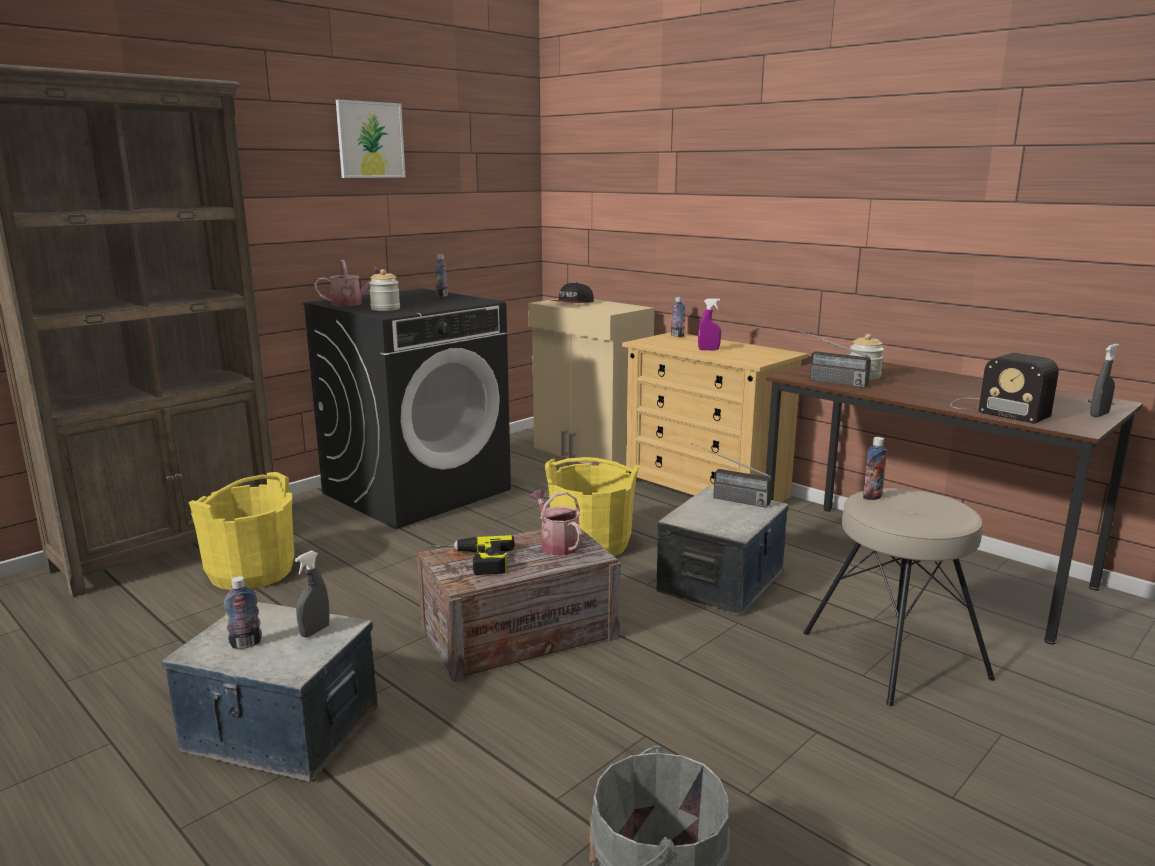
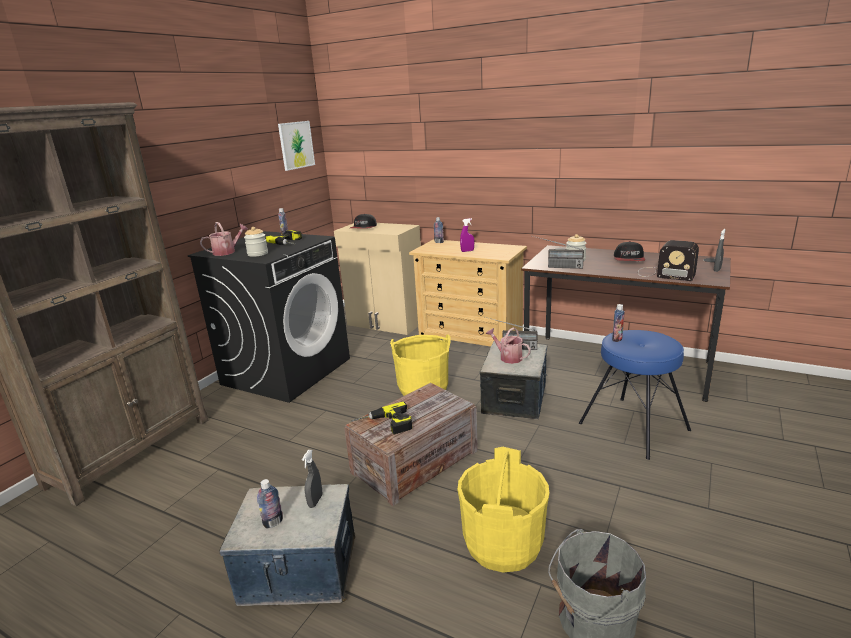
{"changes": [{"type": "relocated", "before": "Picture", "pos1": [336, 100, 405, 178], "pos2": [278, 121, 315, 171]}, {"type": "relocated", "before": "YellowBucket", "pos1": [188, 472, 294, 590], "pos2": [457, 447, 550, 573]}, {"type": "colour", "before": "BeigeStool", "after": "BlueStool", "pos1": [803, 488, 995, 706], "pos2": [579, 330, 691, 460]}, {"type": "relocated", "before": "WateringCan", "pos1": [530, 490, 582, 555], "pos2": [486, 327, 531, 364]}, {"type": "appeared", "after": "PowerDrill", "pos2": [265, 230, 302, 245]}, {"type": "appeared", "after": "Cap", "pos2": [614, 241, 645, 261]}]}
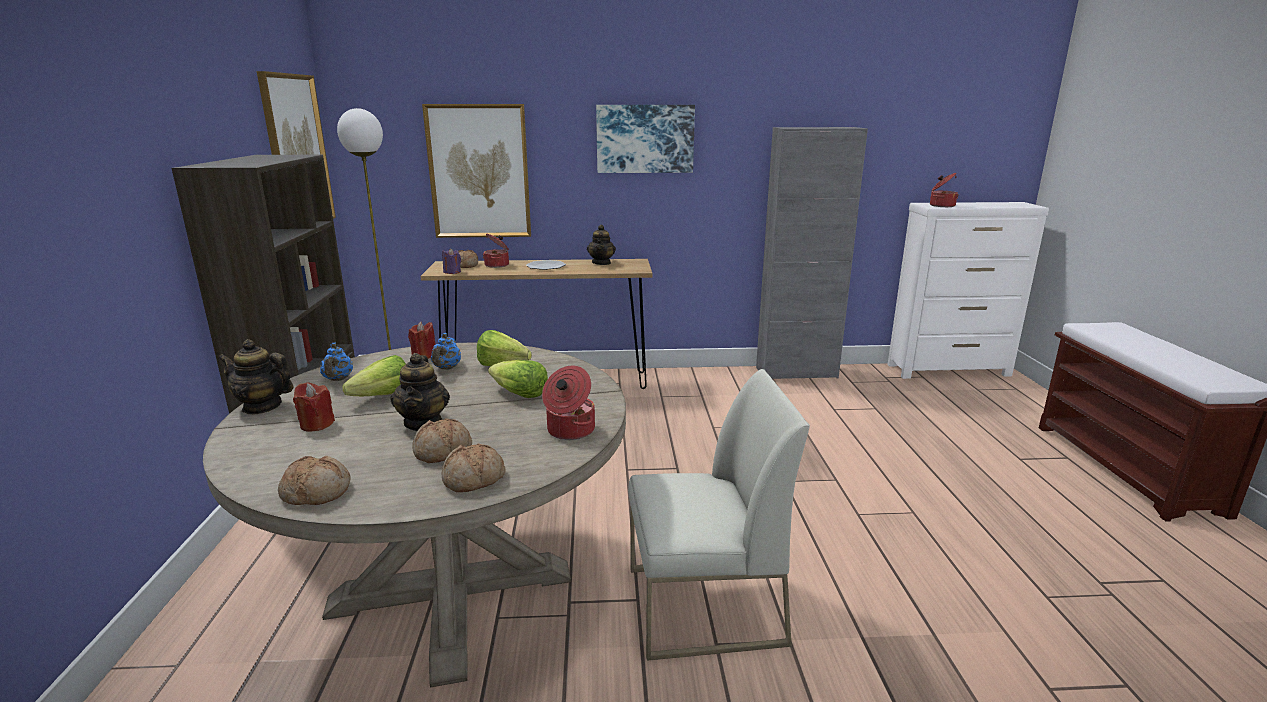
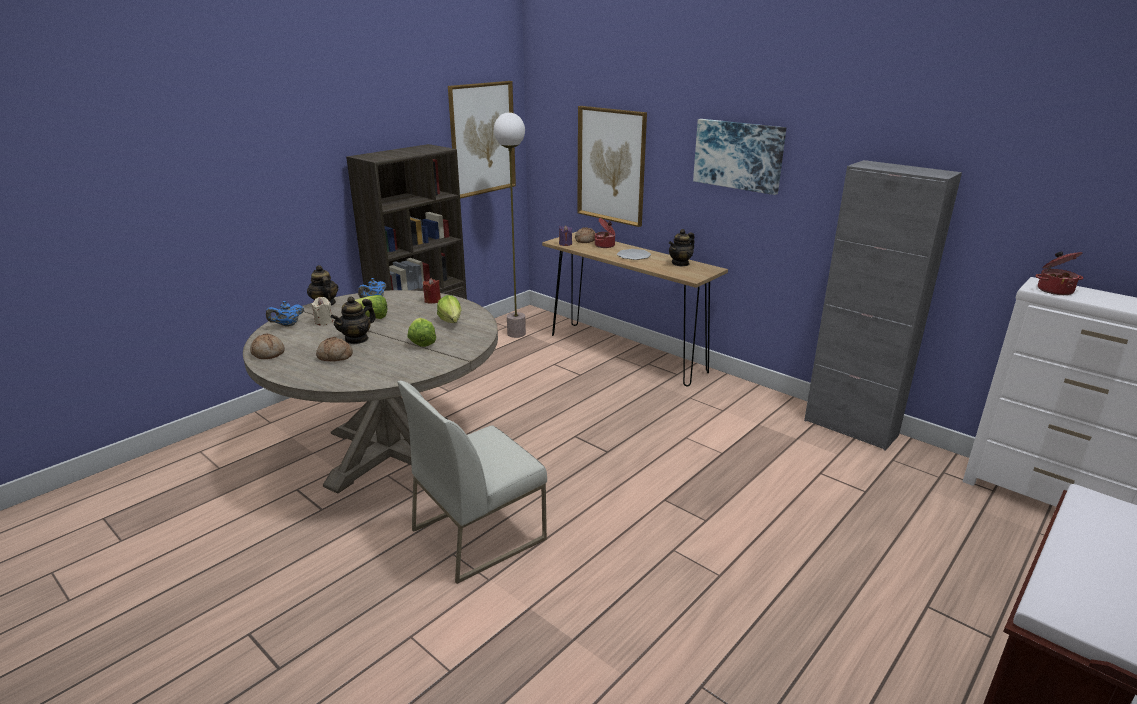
{"changes": [{"type": "relocated", "before": "BlueTeapot", "pos1": [431, 333, 461, 370], "pos2": [266, 301, 304, 327]}, {"type": "missing", "before": "CookingPot", "pos1": [542, 366, 595, 440]}, {"type": "spun", "before": "WhiteChair", "pos1": [628, 369, 810, 661], "pos2": [397, 381, 547, 584], "turn": 105}, {"type": "colour", "before": "RedCandle", "after": "BeigeCandle", "pos1": [293, 382, 335, 432], "pos2": [311, 297, 333, 325]}, {"type": "missing", "before": "Bread", "pos1": [442, 443, 505, 492]}]}
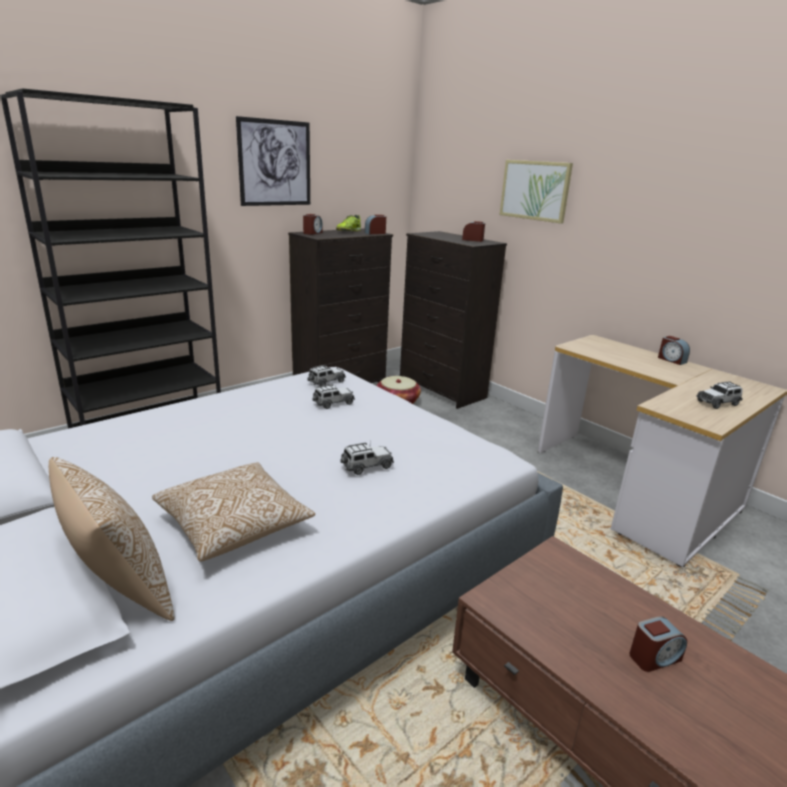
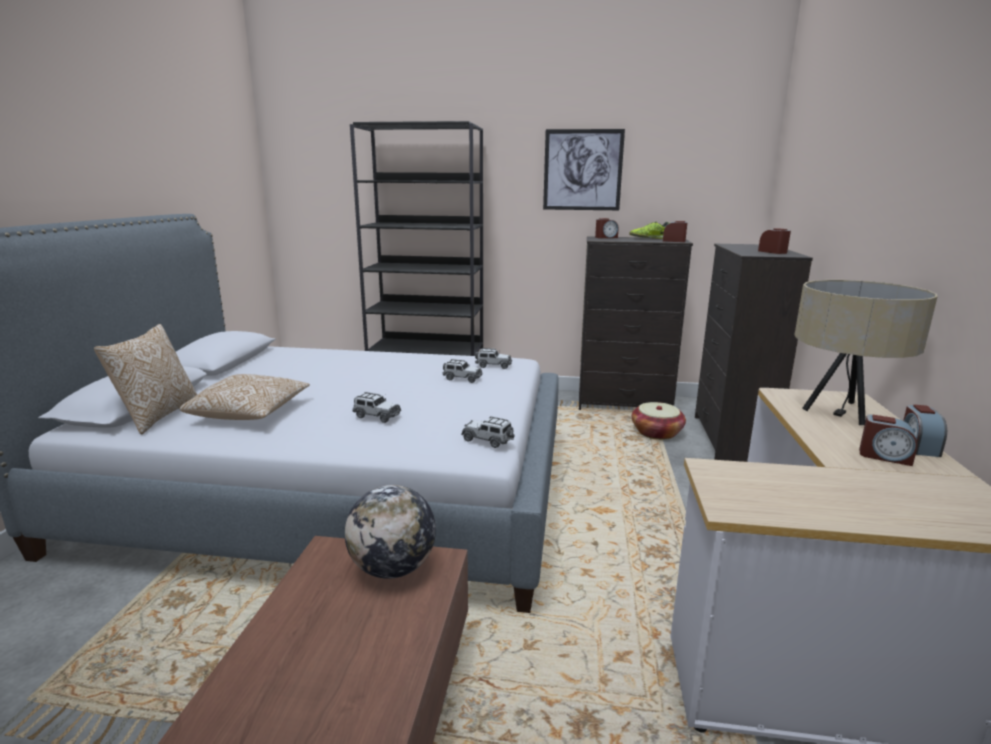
{"changes": [{"type": "missing", "before": "Picture", "pos1": [500, 160, 573, 223]}, {"type": "relocated", "before": "ToyCar", "pos1": [696, 381, 743, 409], "pos2": [461, 416, 515, 448]}, {"type": "relocated", "before": "AlarmClock", "pos1": [629, 616, 687, 672], "pos2": [859, 414, 918, 466]}, {"type": "appeared", "after": "BeigeTableLamp", "pos2": [794, 280, 937, 425]}, {"type": "appeared", "after": "Globe", "pos2": [345, 485, 436, 579]}]}
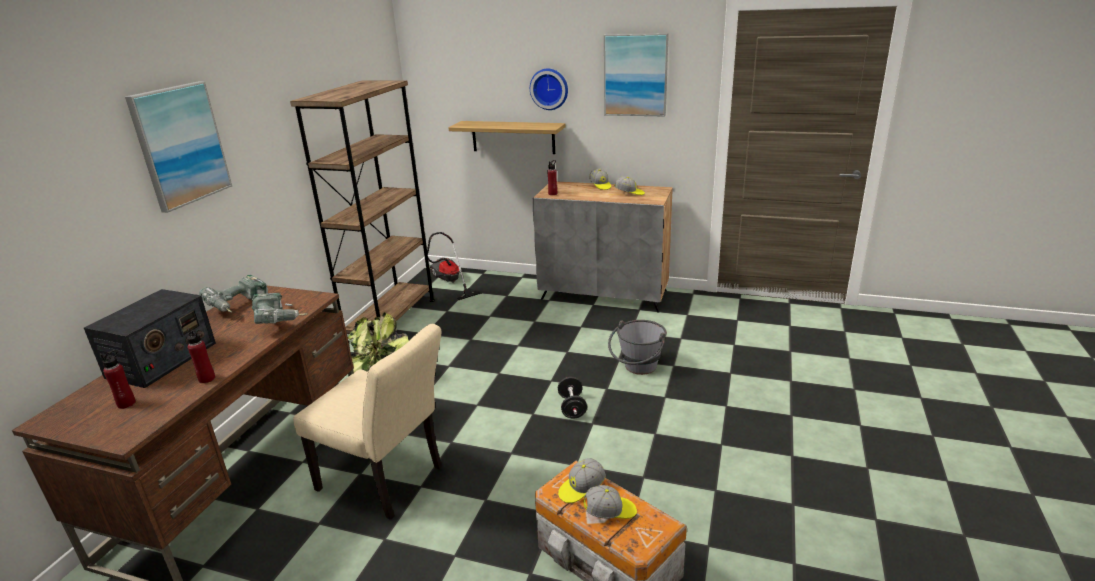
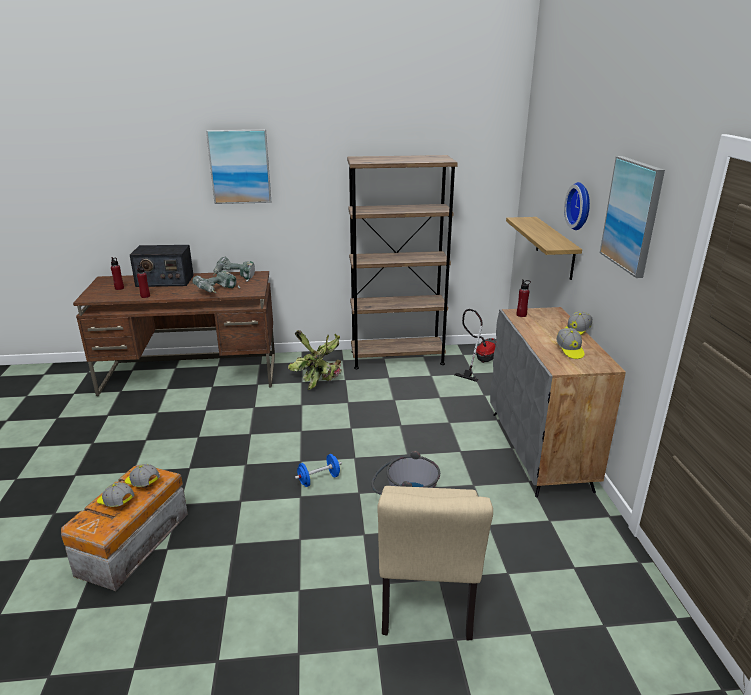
{"changes": [{"type": "relocated", "before": "BeigeChair", "pos1": [293, 324, 442, 520], "pos2": [377, 486, 493, 641]}, {"type": "colour", "before": "BlackDumbbell", "after": "BlueDumbbell", "pos1": [558, 377, 587, 419], "pos2": [295, 454, 342, 487]}, {"type": "spun", "before": "Cap", "pos1": [584, 485, 637, 519], "pos2": [97, 482, 135, 507], "turn": 150}]}
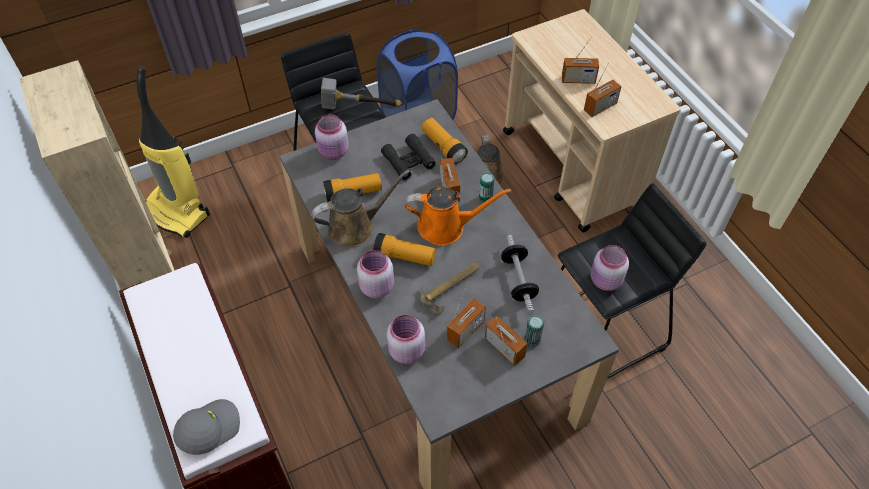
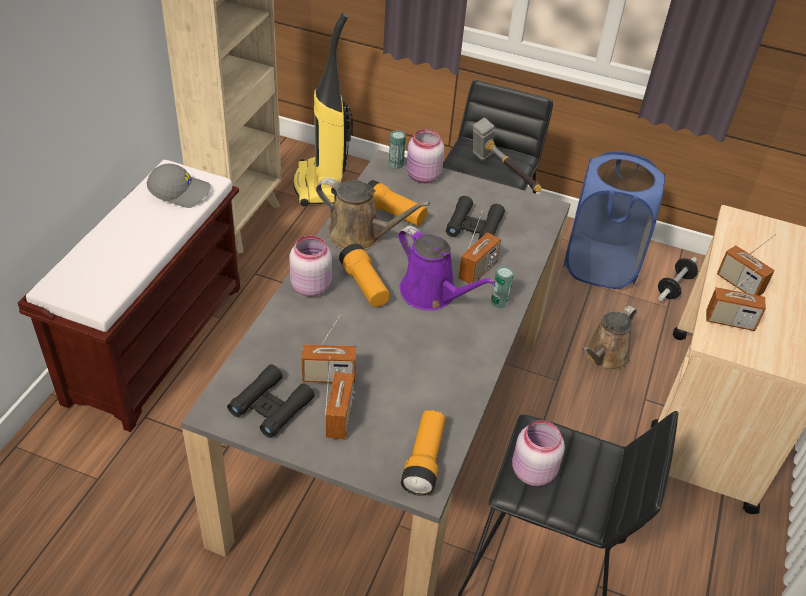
{"changes": [{"type": "relocated", "before": "Flashlight", "pos1": [422, 118, 468, 164], "pos2": [401, 410, 445, 496]}, {"type": "colour", "before": "OrangeWateringCan", "after": "PurpleWateringCan", "pos1": [405, 186, 511, 246], "pos2": [398, 226, 496, 310]}, {"type": "relocated", "before": "Dumbbell", "pos1": [501, 235, 539, 313], "pos2": [658, 257, 698, 301]}, {"type": "missing", "before": "Hammer", "pos1": [420, 262, 480, 316]}, {"type": "missing", "before": "PinkJar", "pos1": [387, 315, 425, 364]}, {"type": "relocated", "before": "Can", "pos1": [524, 315, 544, 347], "pos2": [389, 130, 406, 169]}, {"type": "relocated", "before": "GreyCap", "pos1": [173, 399, 240, 455], "pos2": [147, 164, 211, 208]}, {"type": "appeared", "after": "BlackBinoculars", "pos2": [227, 364, 315, 438]}]}
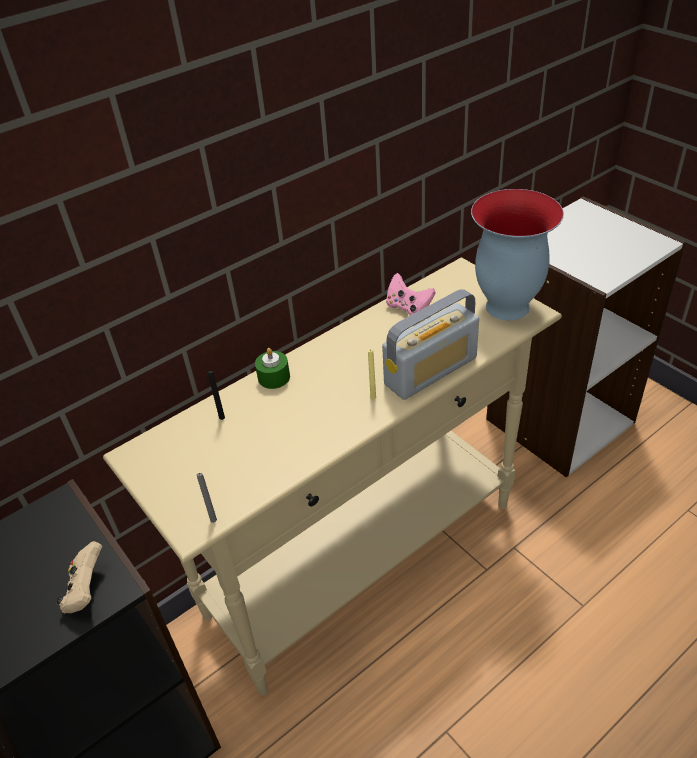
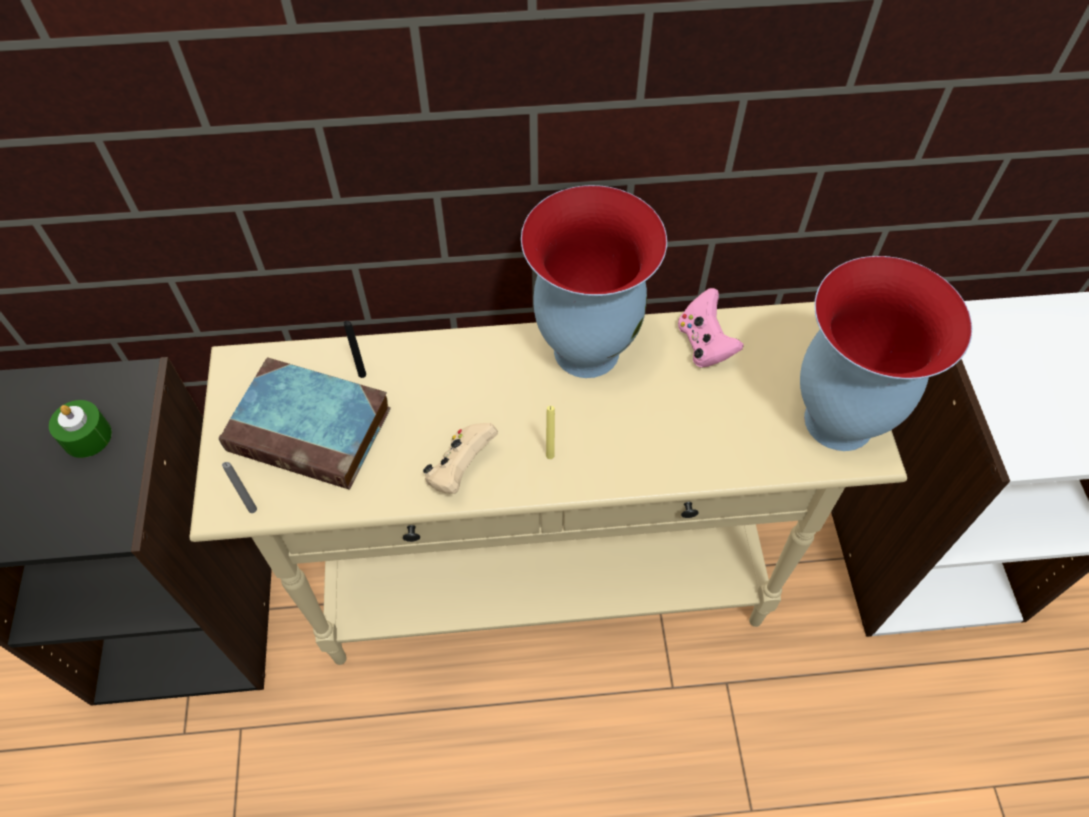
{"changes": [{"type": "missing", "before": "Radio", "pos1": [382, 289, 479, 400]}, {"type": "relocated", "before": "GreenCandle", "pos1": [255, 348, 290, 389], "pos2": [49, 400, 112, 458]}, {"type": "relocated", "before": "BeigeGameController", "pos1": [56, 541, 102, 614], "pos2": [423, 423, 498, 494]}, {"type": "appeared", "after": "Vase", "pos2": [521, 185, 667, 378]}, {"type": "appeared", "after": "Book", "pos2": [219, 357, 391, 490]}]}
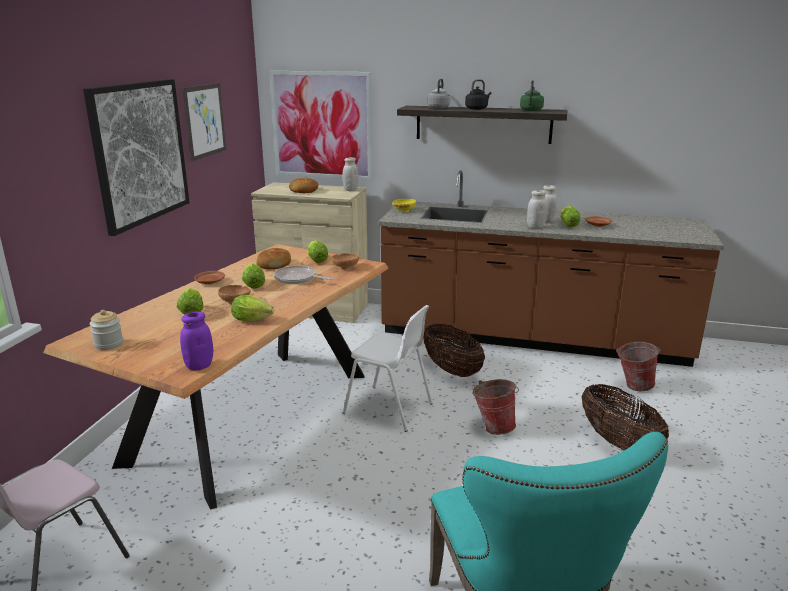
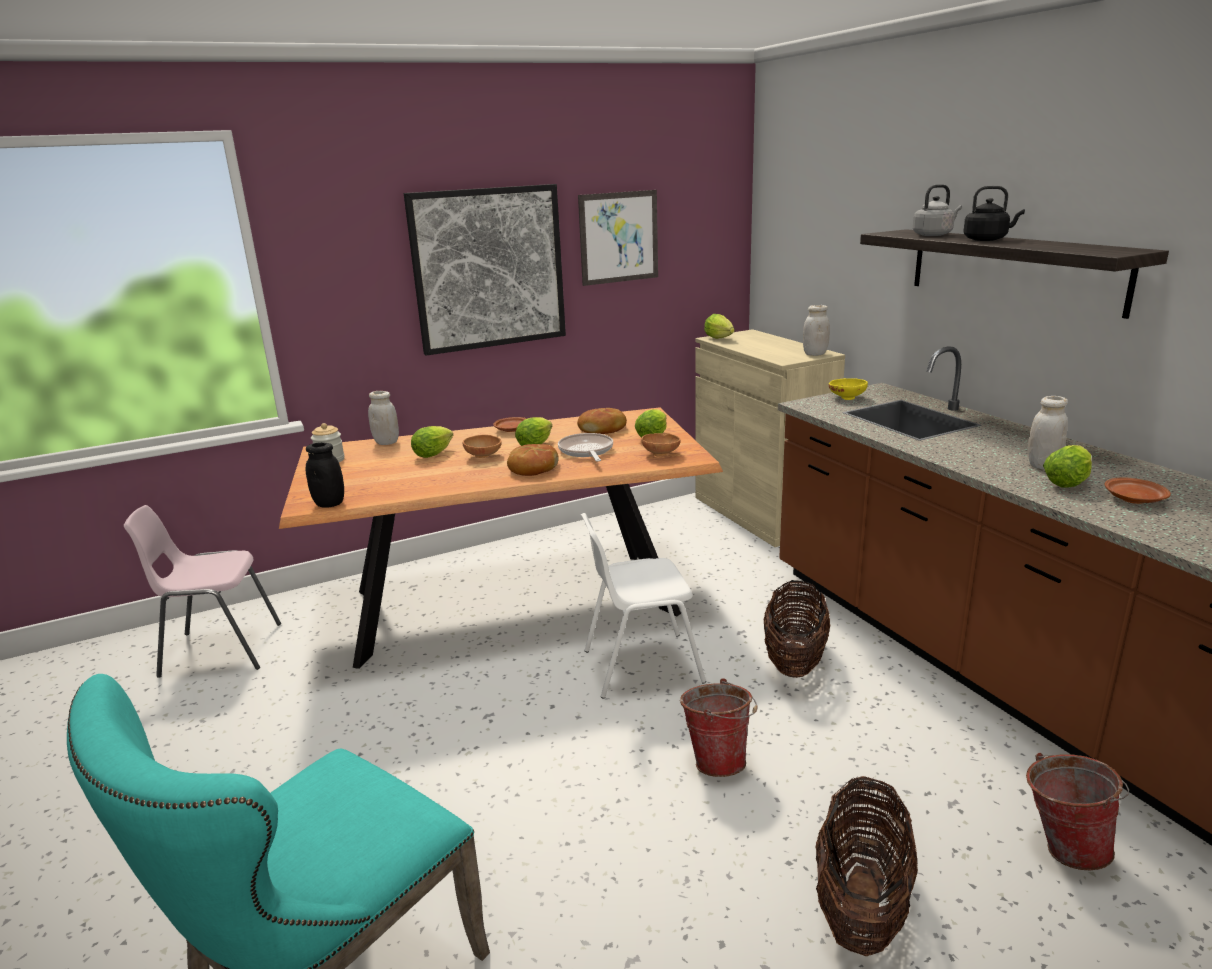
{"changes": [{"type": "missing", "before": "Picture", "pos1": [269, 71, 372, 180]}, {"type": "missing", "before": "GreenKettle", "pos1": [520, 80, 544, 111]}, {"type": "relocated", "before": "Bread", "pos1": [289, 178, 318, 193], "pos2": [507, 444, 559, 476]}, {"type": "relocated", "before": "WhiteJar", "pos1": [527, 190, 547, 229], "pos2": [368, 391, 399, 445]}, {"type": "relocated", "before": "Lettuce", "pos1": [231, 295, 274, 322], "pos2": [704, 314, 735, 339]}, {"type": "spun", "before": "WhiteChair", "pos1": [343, 305, 433, 432], "pos2": [581, 513, 706, 699], "turn": 90}, {"type": "colour", "before": "PurpleJar", "after": "BlackJar", "pos1": [180, 312, 213, 370], "pos2": [306, 442, 344, 508]}]}
